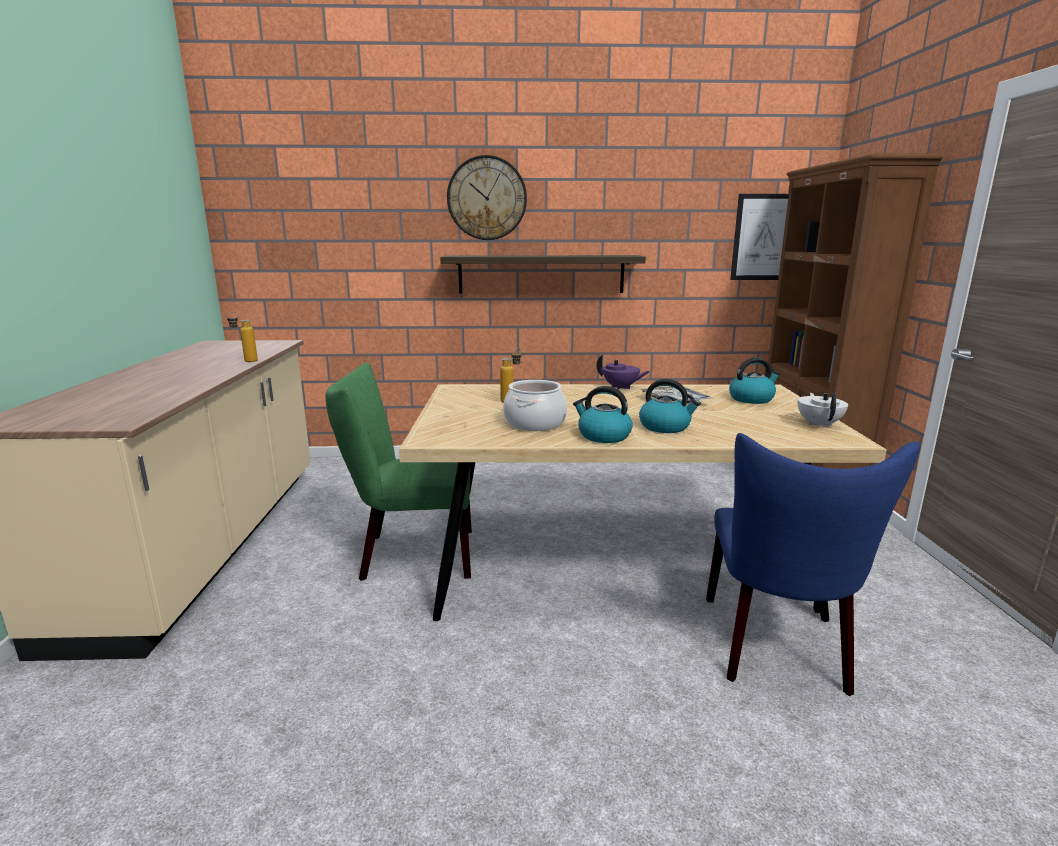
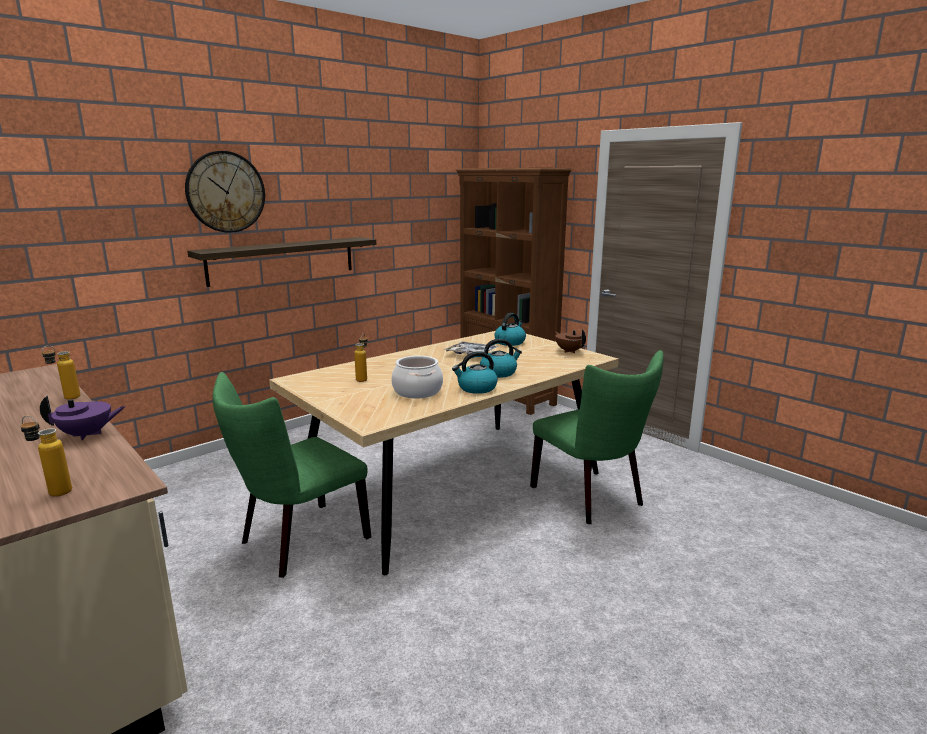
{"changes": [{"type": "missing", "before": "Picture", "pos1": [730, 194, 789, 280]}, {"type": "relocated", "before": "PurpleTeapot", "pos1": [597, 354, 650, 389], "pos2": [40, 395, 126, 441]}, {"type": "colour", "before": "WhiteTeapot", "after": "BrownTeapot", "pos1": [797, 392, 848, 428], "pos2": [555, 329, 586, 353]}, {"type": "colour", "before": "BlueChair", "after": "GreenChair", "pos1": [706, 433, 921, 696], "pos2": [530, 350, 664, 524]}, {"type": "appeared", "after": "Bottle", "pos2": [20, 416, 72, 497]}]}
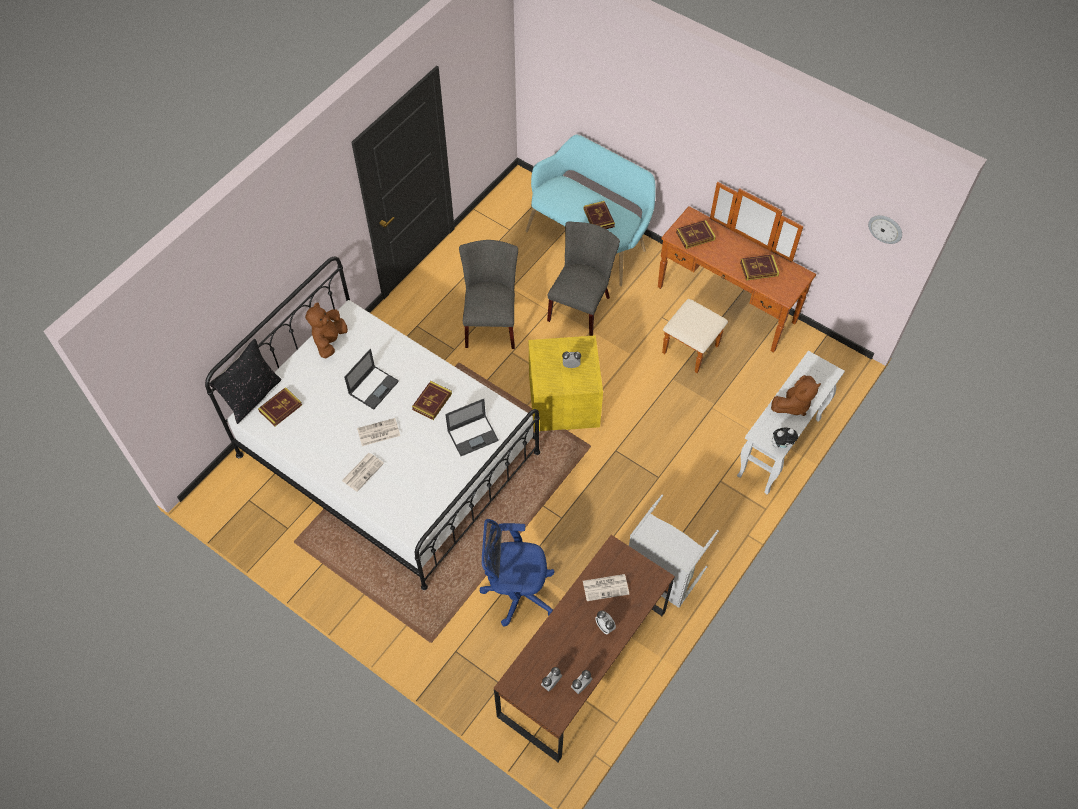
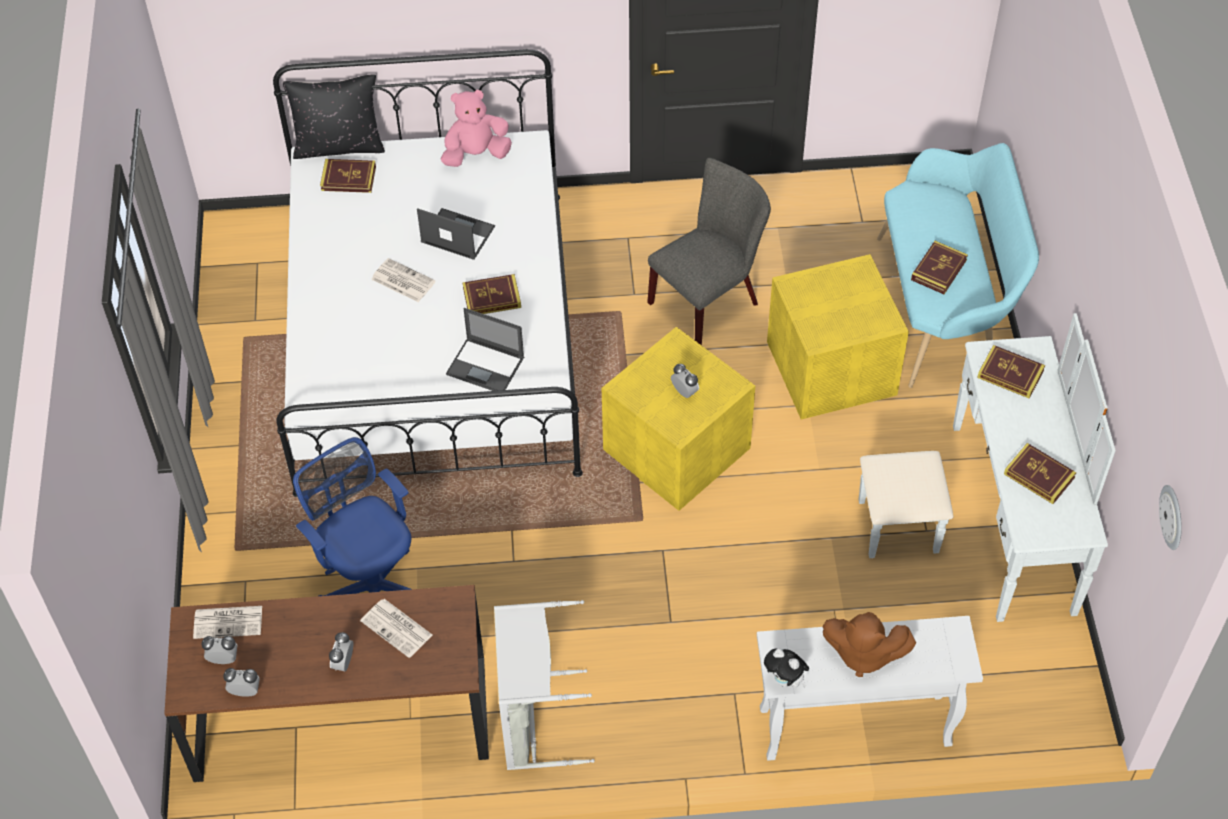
{"changes": [{"type": "colour", "before": "BrownDresser", "after": "WhiteDresser", "pos1": [658, 182, 816, 373], "pos2": [859, 313, 1116, 622]}, {"type": "exchanged", "before": "GreyChair", "after": "YellowStorageBox", "pos1": [547, 222, 620, 336], "pos2": [767, 254, 909, 419]}, {"type": "colour", "before": "BrownPlushToy", "after": "PinkPlushToy", "pos1": [305, 302, 348, 358], "pos2": [441, 90, 512, 167]}, {"type": "spun", "before": "Laptop", "pos1": [344, 349, 399, 410], "pos2": [417, 208, 495, 260], "turn": -150}, {"type": "relocated", "before": "Newspaper", "pos1": [342, 453, 384, 492], "pos2": [193, 606, 262, 639]}]}
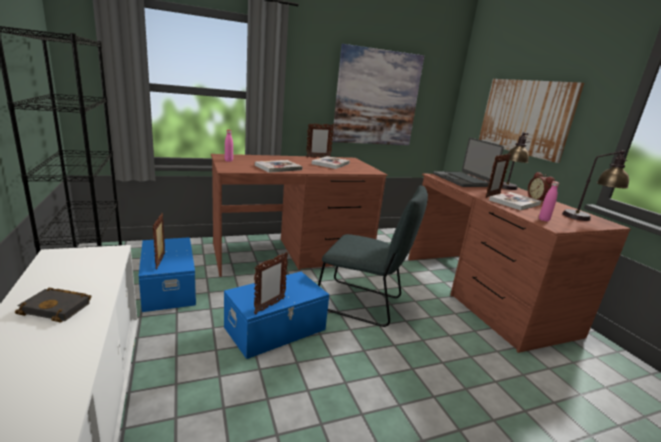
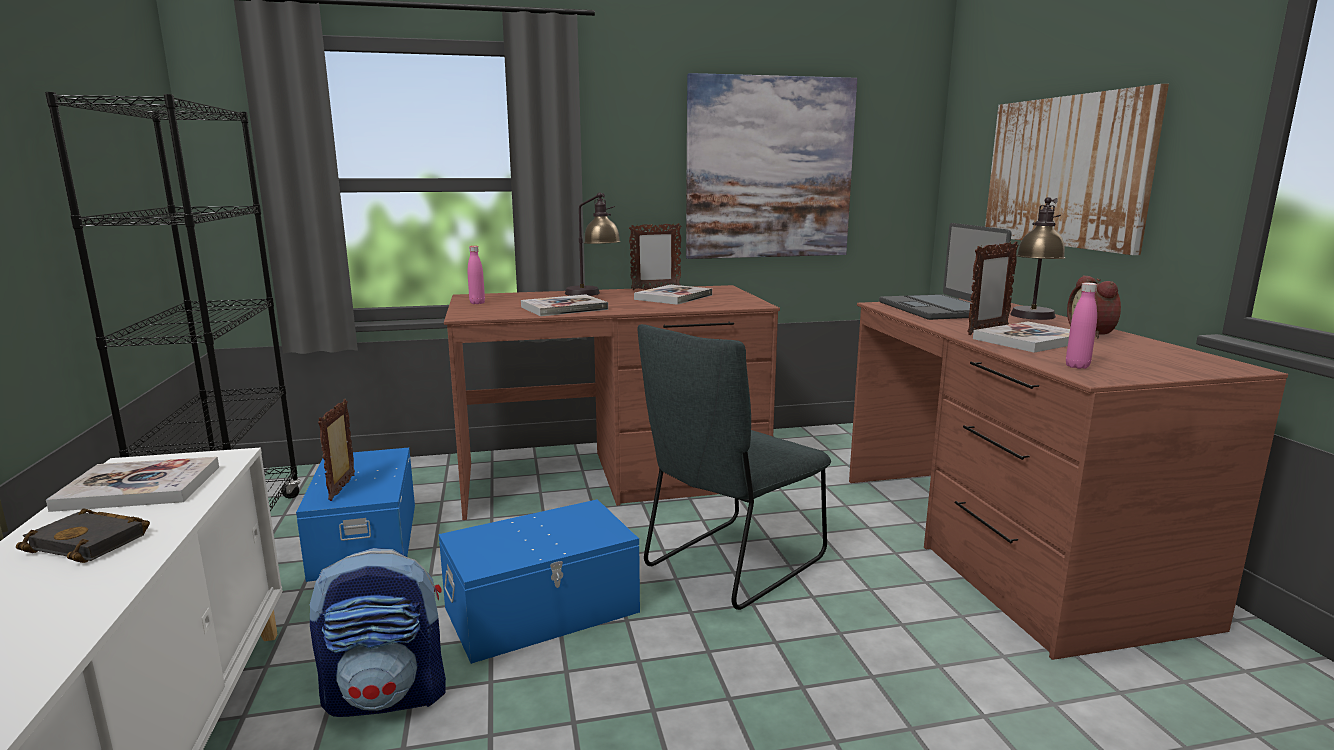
{"changes": [{"type": "relocated", "before": "TableLamp", "pos1": [562, 150, 629, 221], "pos2": [565, 192, 621, 296]}, {"type": "spun", "before": "GreyChair", "pos1": [318, 185, 428, 327], "pos2": [638, 324, 831, 610], "turn": 105}, {"type": "missing", "before": "PictureFrame", "pos1": [254, 252, 288, 314]}, {"type": "appeared", "after": "Book", "pos2": [46, 457, 219, 512]}, {"type": "appeared", "after": "Backpack", "pos2": [310, 548, 446, 717]}]}
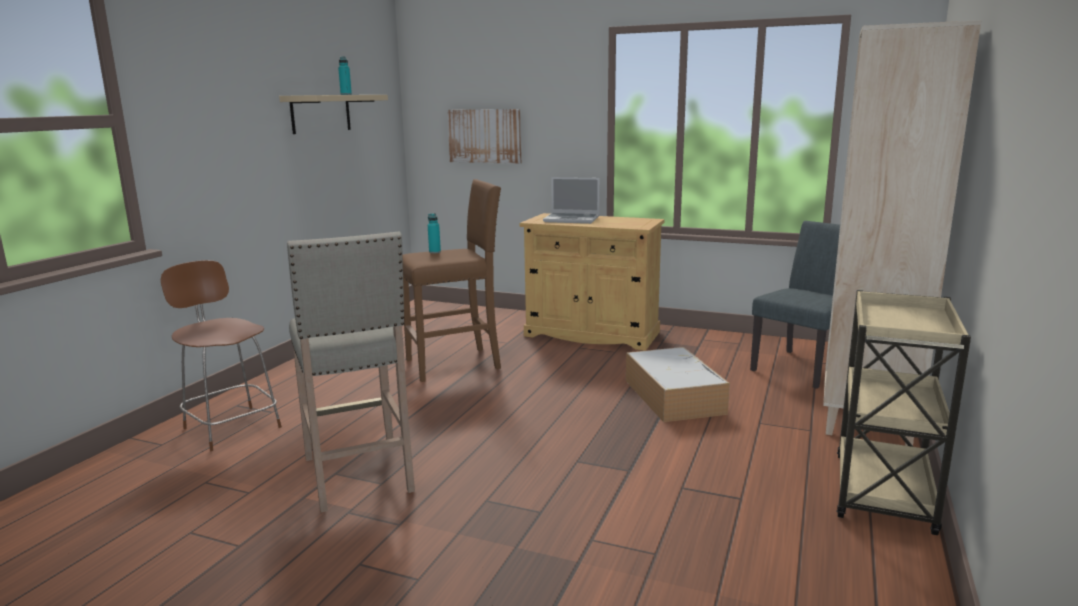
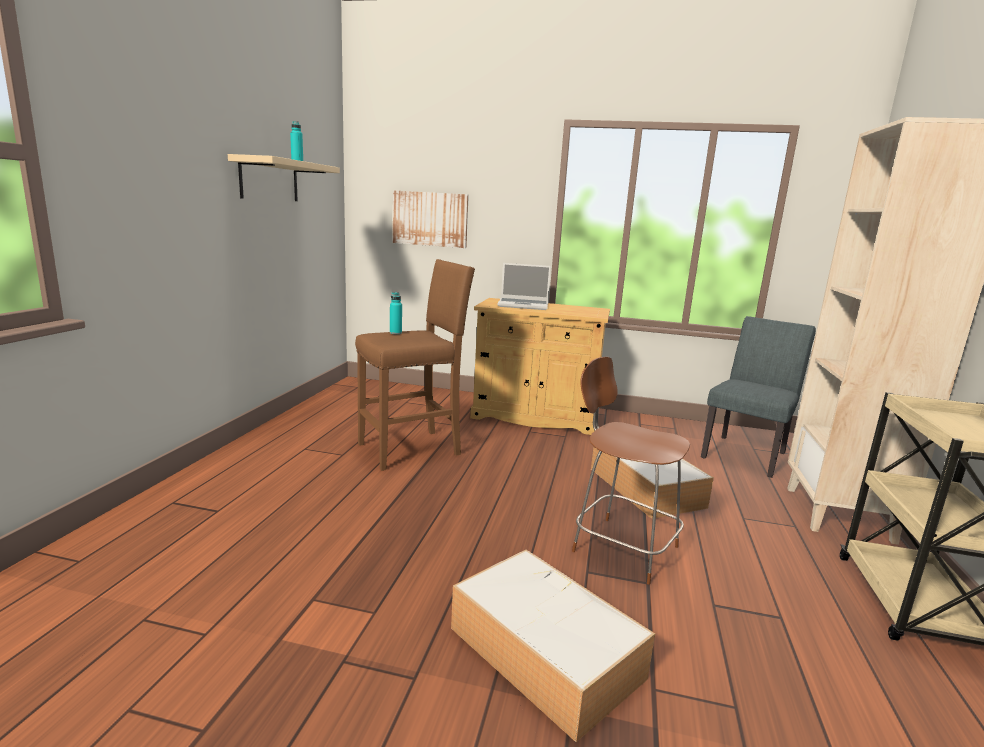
{"changes": [{"type": "missing", "before": "BeigeStool", "pos1": [287, 231, 415, 512]}, {"type": "relocated", "before": "BrownChair", "pos1": [161, 260, 282, 451], "pos2": [572, 357, 690, 585]}, {"type": "appeared", "after": "StorageBox", "pos2": [451, 550, 655, 742]}]}
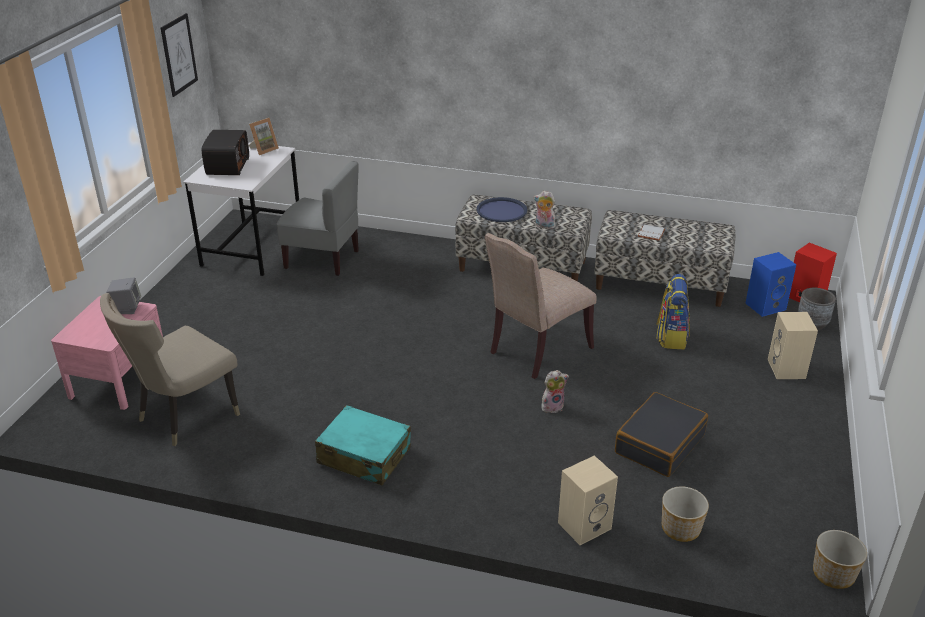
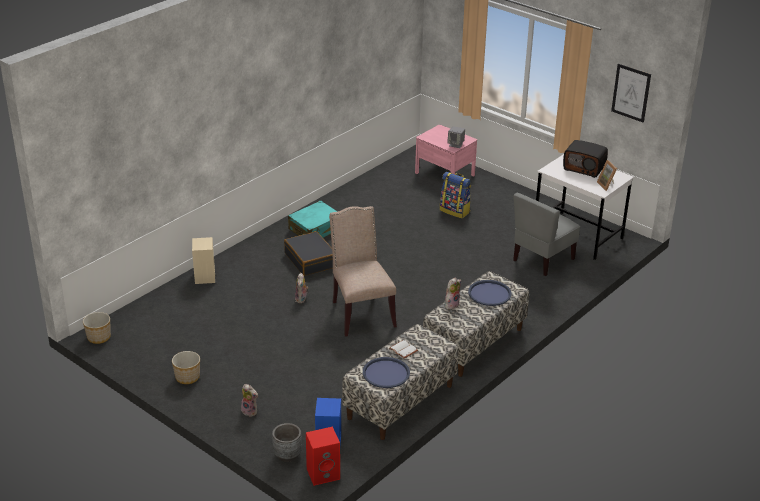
{"changes": [{"type": "relocated", "before": "Backpack", "pos1": [656, 274, 690, 350], "pos2": [440, 172, 471, 218]}, {"type": "missing", "before": "BeigeChair", "pos1": [100, 293, 240, 446]}, {"type": "exchanged", "before": "BeigeSpeaker", "after": "PlushToy", "pos1": [768, 312, 818, 379], "pos2": [241, 384, 258, 417]}, {"type": "relocated", "before": "BlackSuitcase", "pos1": [615, 392, 708, 477], "pos2": [284, 231, 333, 276]}, {"type": "relocated", "before": "Planter", "pos1": [662, 486, 709, 542], "pos2": [172, 351, 200, 384]}, {"type": "appeared", "after": "BlueTray", "pos2": [363, 357, 410, 388]}]}
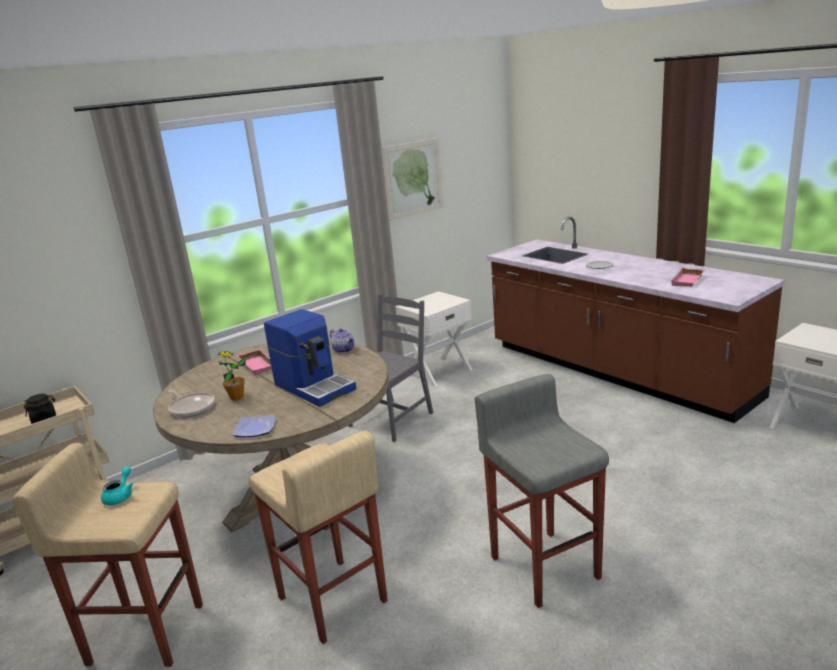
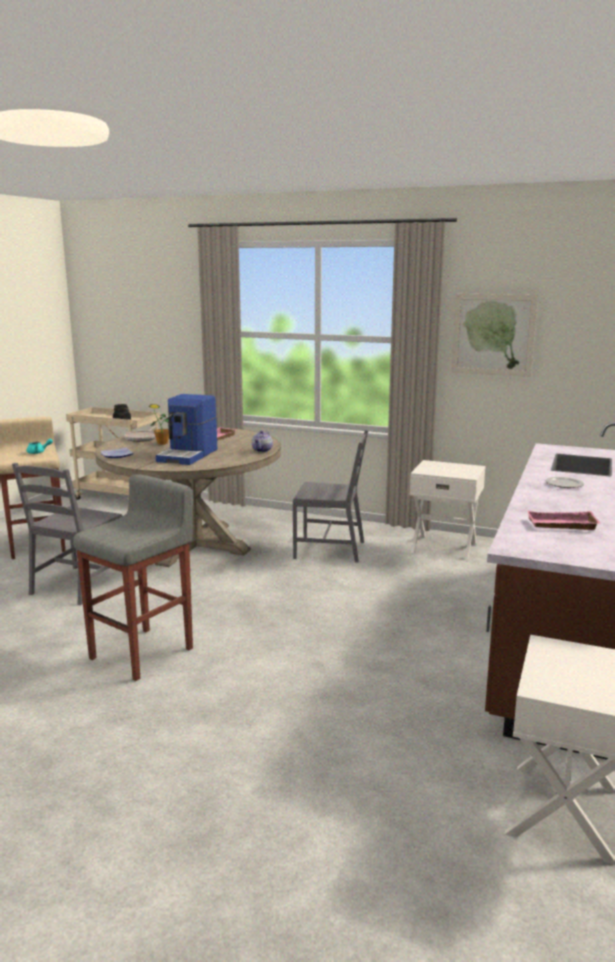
{"changes": [{"type": "exchanged", "before": "BeigeStool", "after": "GreyChair", "pos1": [249, 430, 388, 644], "pos2": [12, 463, 123, 606]}]}
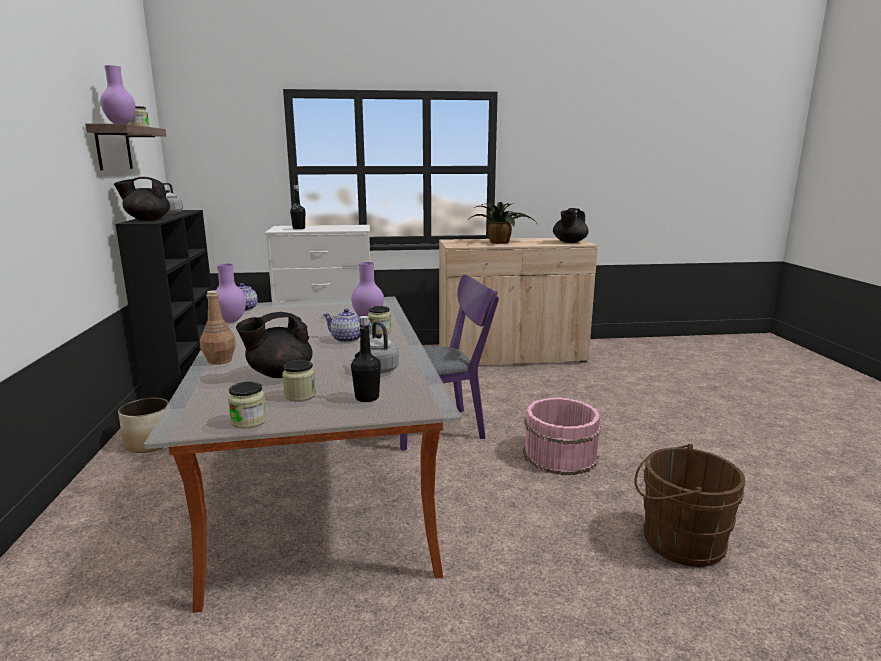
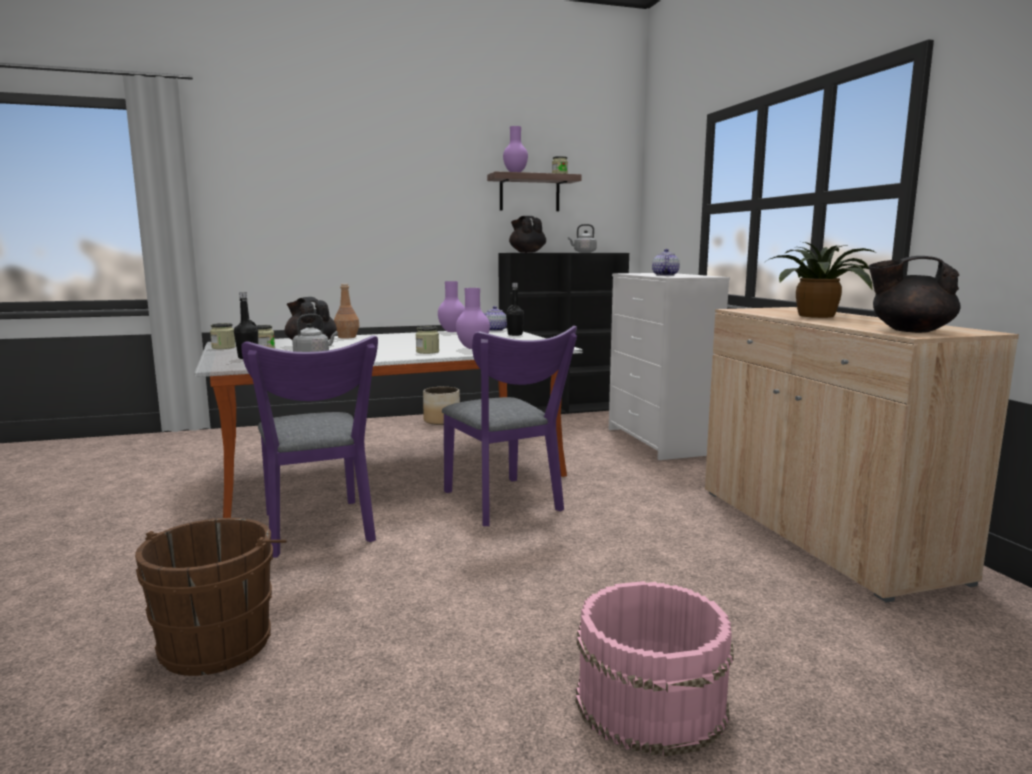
{"changes": [{"type": "relocated", "before": "BlackBottle", "pos1": [290, 185, 305, 229], "pos2": [506, 283, 524, 336]}, {"type": "relocated", "before": "Teapot", "pos1": [322, 309, 372, 343], "pos2": [652, 249, 680, 276]}, {"type": "relocated", "before": "PinkBucket", "pos1": [523, 398, 601, 475], "pos2": [576, 581, 734, 757]}, {"type": "appeared", "after": "PurpleChair", "pos2": [241, 335, 378, 558]}]}
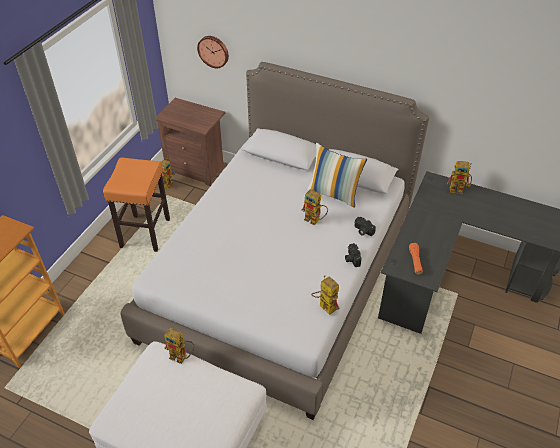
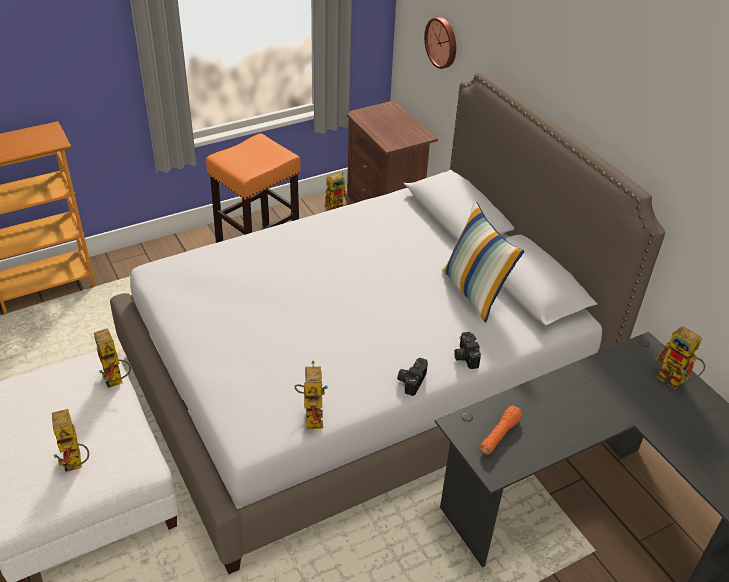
{"changes": [{"type": "relocated", "before": "ToyRobot", "pos1": [301, 189, 328, 225], "pos2": [52, 409, 89, 472]}]}
